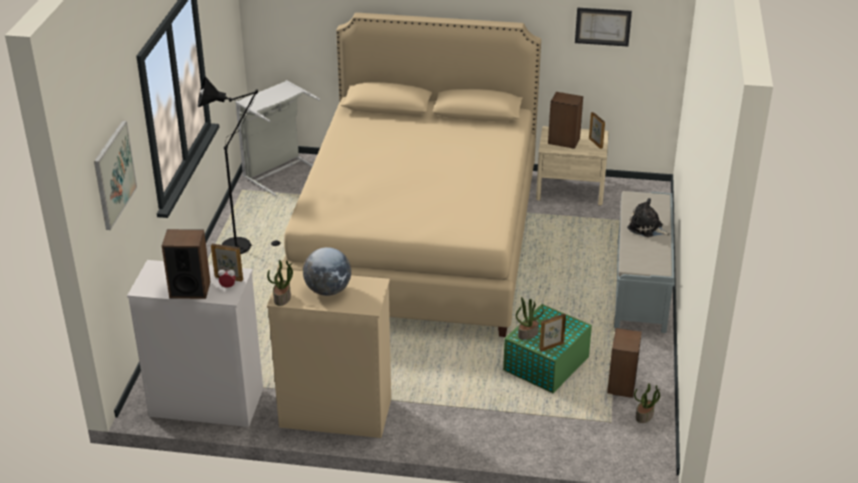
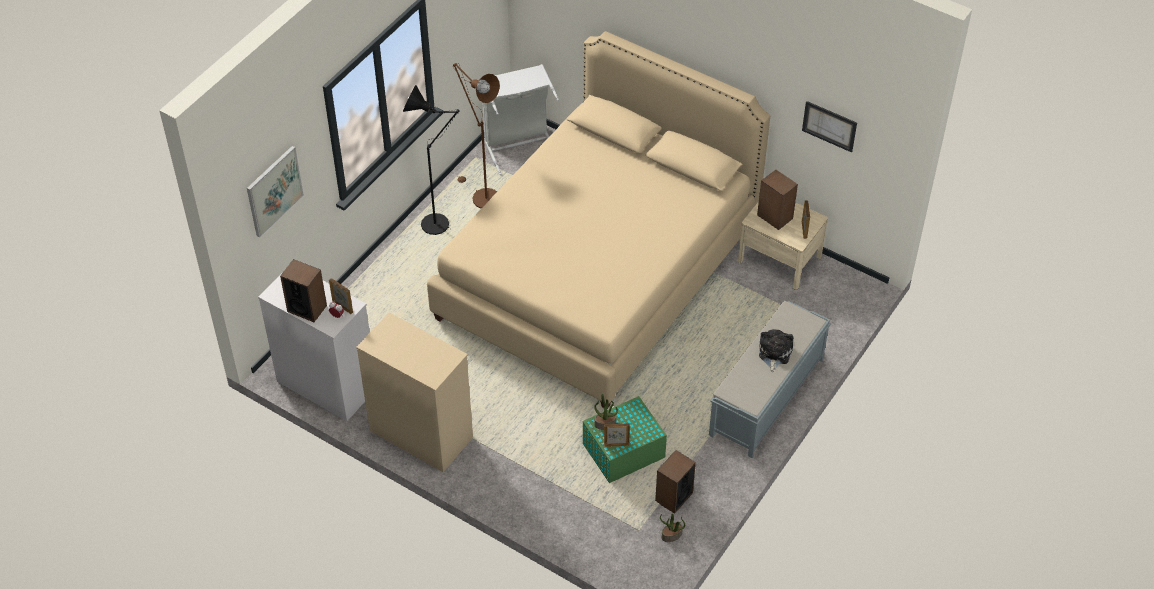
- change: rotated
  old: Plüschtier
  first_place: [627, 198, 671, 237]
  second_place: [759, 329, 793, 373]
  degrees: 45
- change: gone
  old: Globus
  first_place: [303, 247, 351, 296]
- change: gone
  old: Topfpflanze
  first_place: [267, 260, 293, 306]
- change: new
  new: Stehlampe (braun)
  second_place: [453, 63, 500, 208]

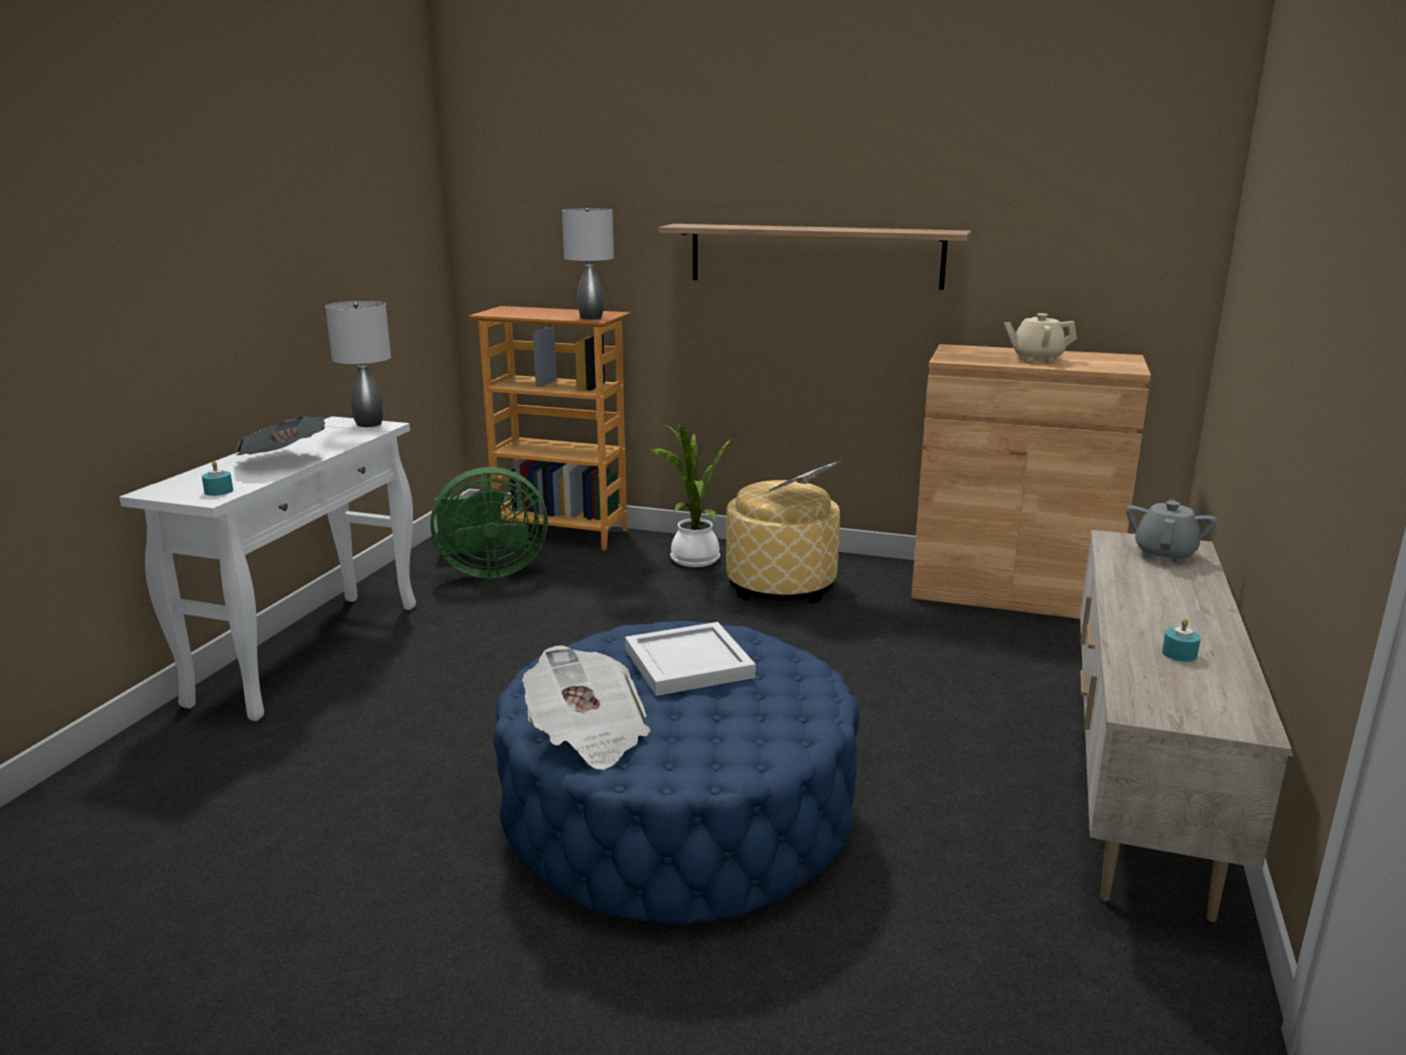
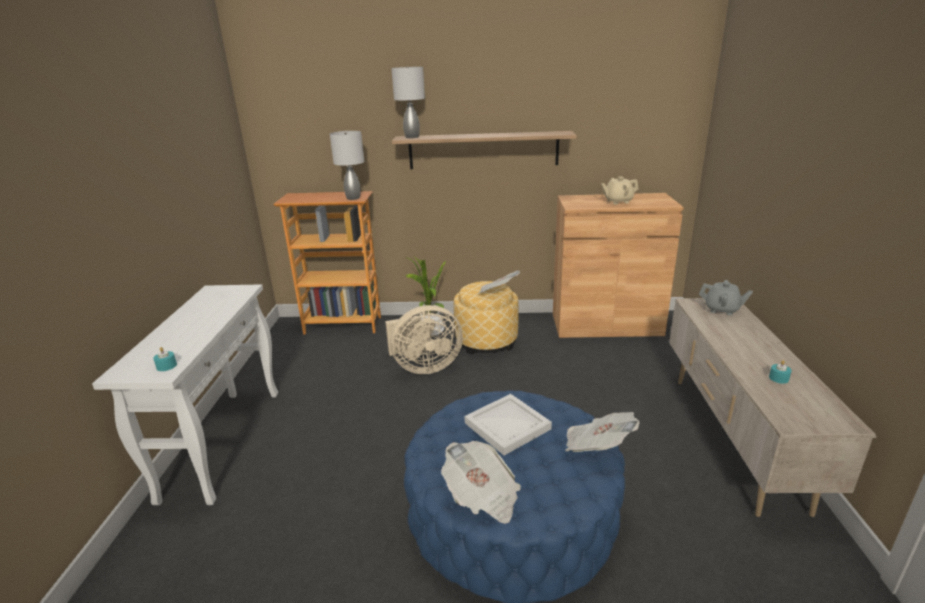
- change: shifted
  old: Tischlampe (grau)
  first_place: [325, 301, 391, 427]
  second_place: [391, 66, 425, 138]
- change: shifted
  old: Zeitung
  first_place: [235, 416, 325, 455]
  second_place: [565, 412, 639, 452]
- change: gone
  old: Ventilator (grün)
  first_place: [431, 467, 548, 578]
- change: rotated
  old: Teekanne (grau)
  first_place: [1126, 499, 1217, 564]
  second_place: [699, 280, 753, 315]
  degrees: 105
- change: new
  new: Ventilator (beige)
  second_place: [385, 305, 463, 374]

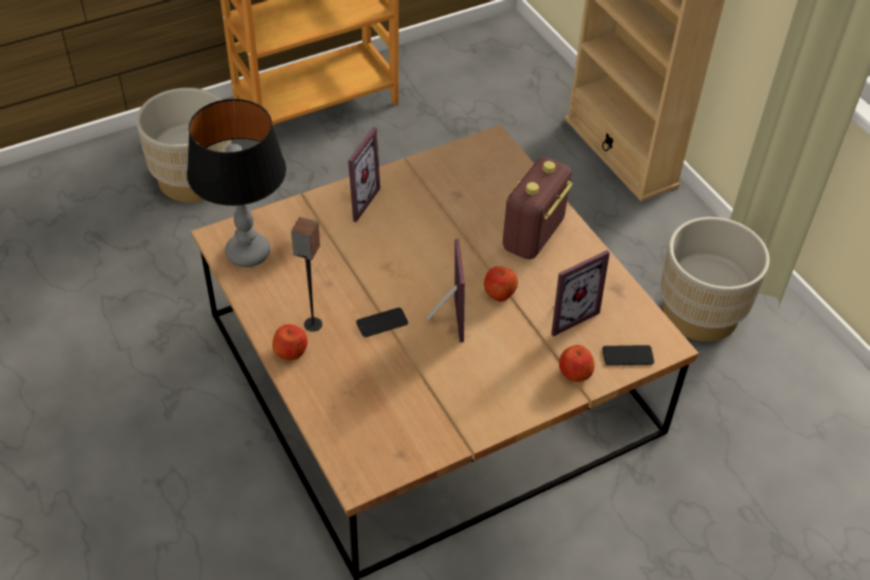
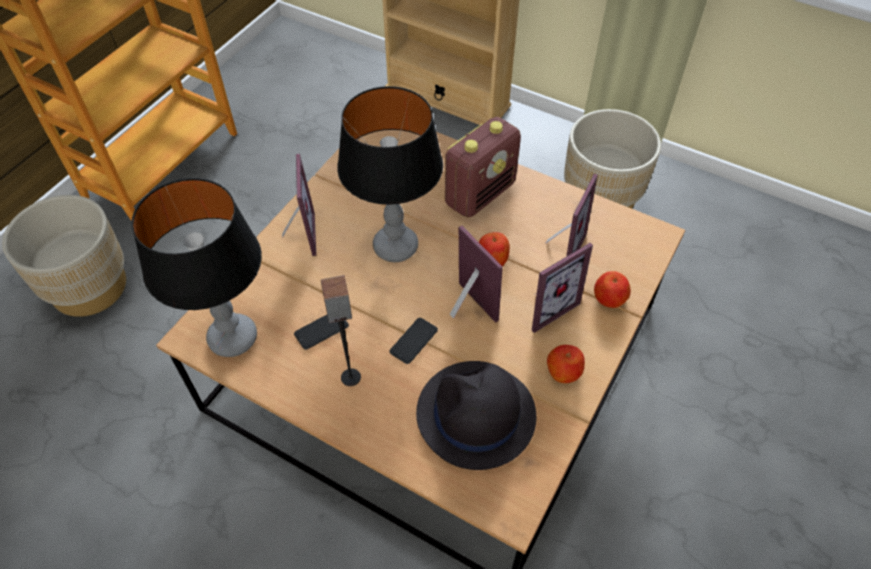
- change: rotated
  old: Radio
  first_place: [502, 157, 573, 259]
  second_place: [445, 117, 521, 217]
  degrees: -135
- change: shifted
  old: Apfel
  first_place: [272, 324, 308, 360]
  second_place: [547, 345, 585, 383]
- change: shifted
  old: Handy
  first_place: [602, 345, 654, 366]
  second_place: [294, 315, 349, 350]
- change: new
  new: Tischlampe
  second_place: [337, 86, 443, 262]
- change: new
  new: Bilderrahmen
  second_place: [532, 243, 593, 333]
- change: new
  new: Hut (schwarz)
  second_place: [416, 361, 536, 470]

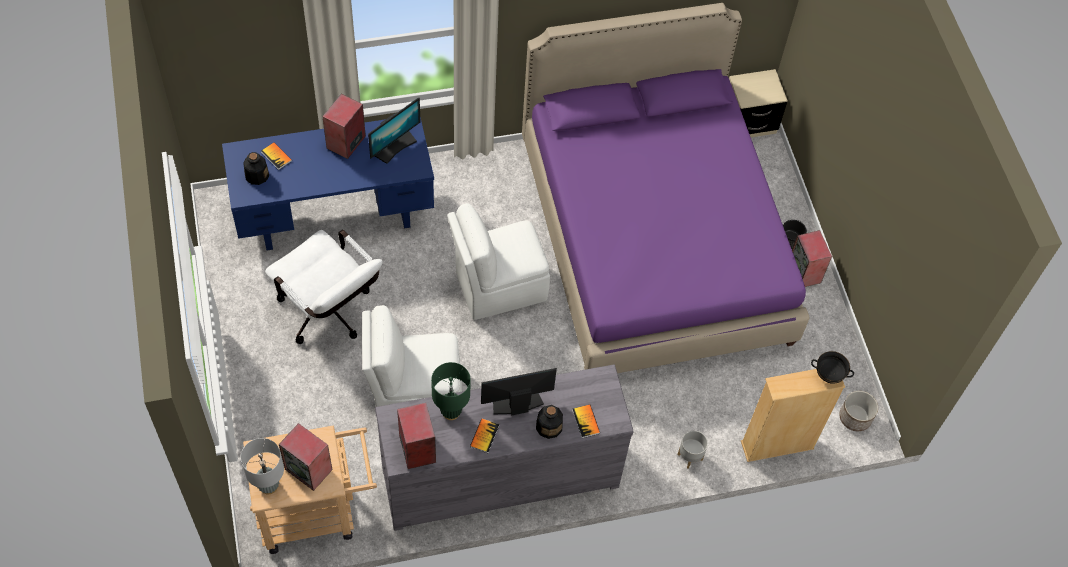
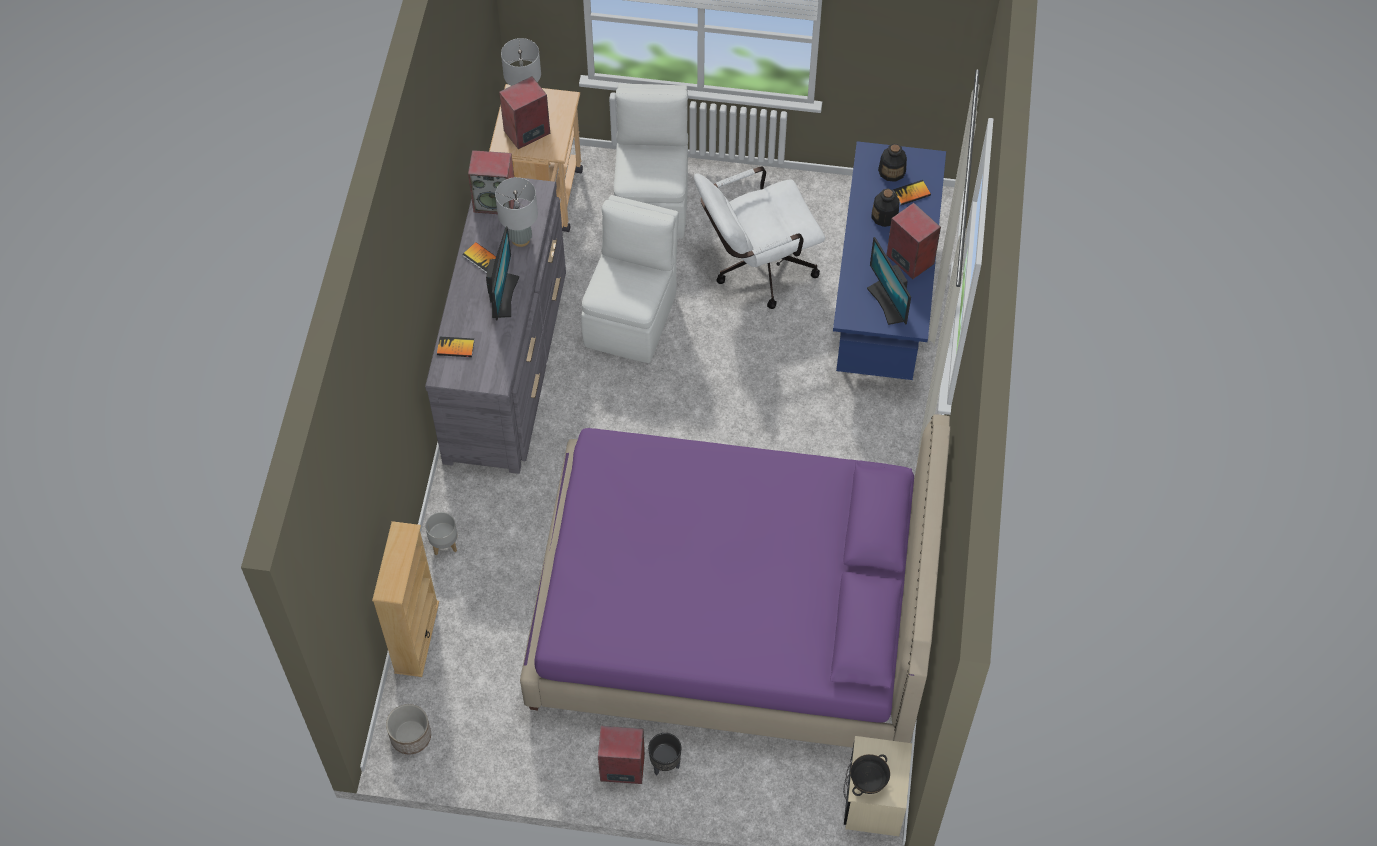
- change: shifted
  old: Stuhl (weiß)
  first_place: [447, 203, 550, 320]
  second_place: [614, 84, 688, 239]
- change: shifted
  old: Schüssel (schwarz)
  first_place: [811, 351, 854, 384]
  second_place: [850, 754, 890, 796]
- change: repainted
  old: Tischlampe (grün)
  new: Tischlampe (grau)
  first_place: [431, 362, 471, 420]
  second_place: [495, 177, 538, 247]
- change: shifted
  old: Flasche
  first_place: [536, 405, 563, 439]
  second_place: [871, 189, 900, 227]

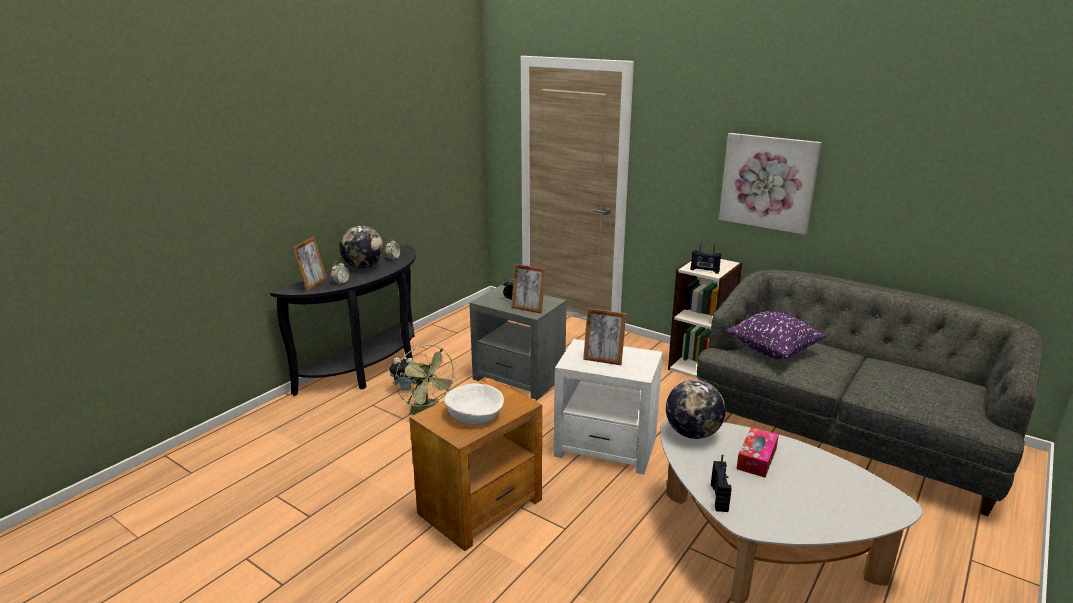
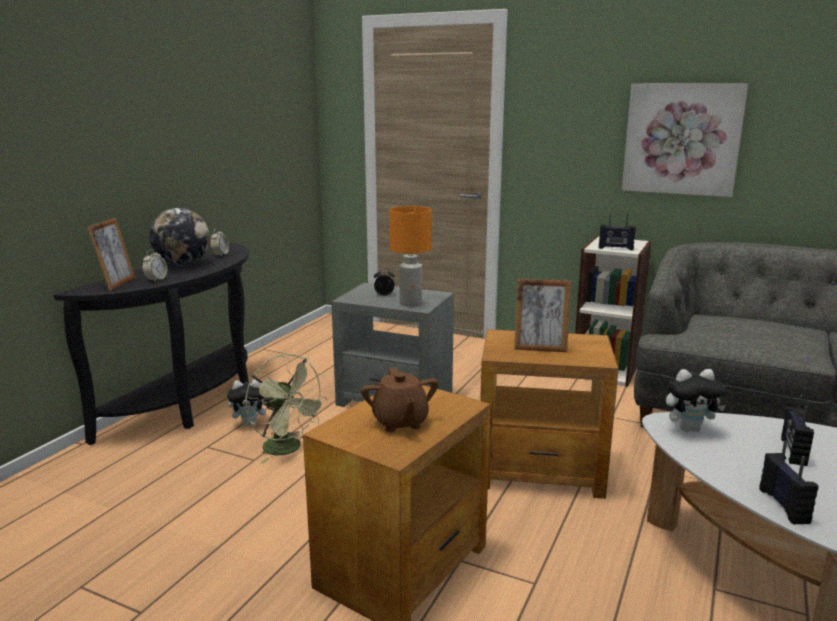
- change: swapped
  old: Bilderrahmen
  new: Tischlampe (orange)
  first_place: [511, 264, 546, 314]
  second_place: [389, 206, 432, 307]
- change: gone
  old: Kissen (lila)
  first_place: [726, 311, 827, 359]
- change: repainted
  old: Beistelltisch (weiß)
  new: Beistelltisch (braun)
  first_place: [554, 339, 663, 474]
  second_place: [480, 329, 619, 499]
- change: swapped
  old: Globus
  new: Plüschtier
  first_place: [666, 380, 726, 439]
  second_place: [666, 369, 726, 432]
- change: swapped
  old: Schüssel (weiß)
  new: Teekanne (braun)
  first_place: [444, 383, 504, 424]
  second_place: [361, 368, 439, 432]
- change: swapped
  old: Taschentuchbox
  new: Radio
  first_place: [736, 427, 779, 477]
  second_place: [781, 395, 814, 466]

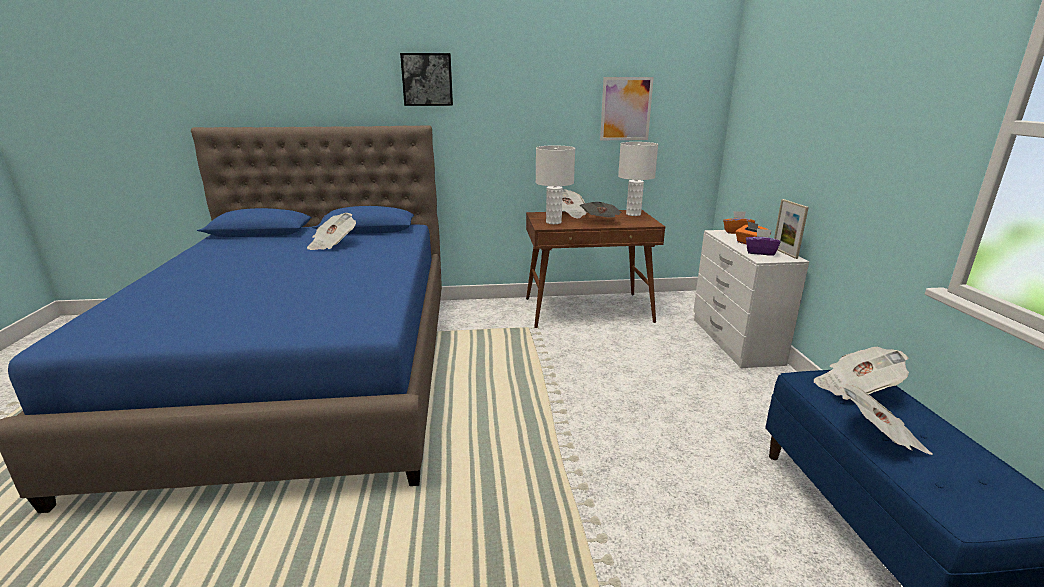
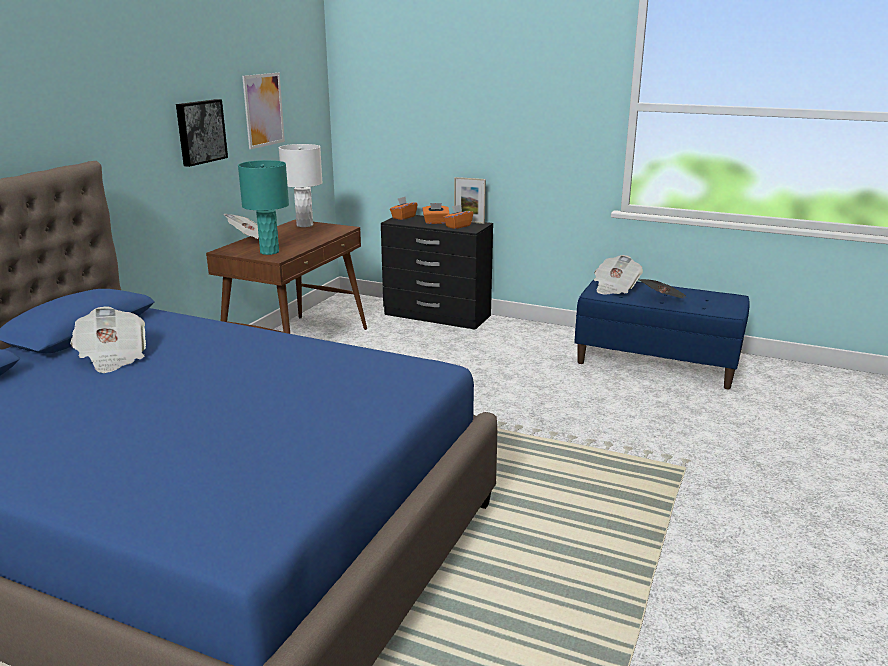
- change: shifted
  old: Bild
  first_place: [400, 53, 453, 106]
  second_place: [176, 99, 228, 167]
- change: repainted
  old: Tischlampe (weiß)
  new: Tischlampe (türkis)
  first_place: [536, 145, 575, 224]
  second_place: [238, 160, 289, 255]
- change: gone
  old: Zeitung
  first_place: [580, 202, 622, 217]
- change: repainted
  old: Taschentuchbox (lila)
  new: Taschentuchbox (orange)
  first_place: [746, 229, 781, 256]
  second_place: [443, 205, 473, 229]
- change: repainted
  old: Kommode (weiß)
  new: Kommode (schwarz)
  first_place: [693, 230, 809, 368]
  second_place: [381, 215, 493, 330]

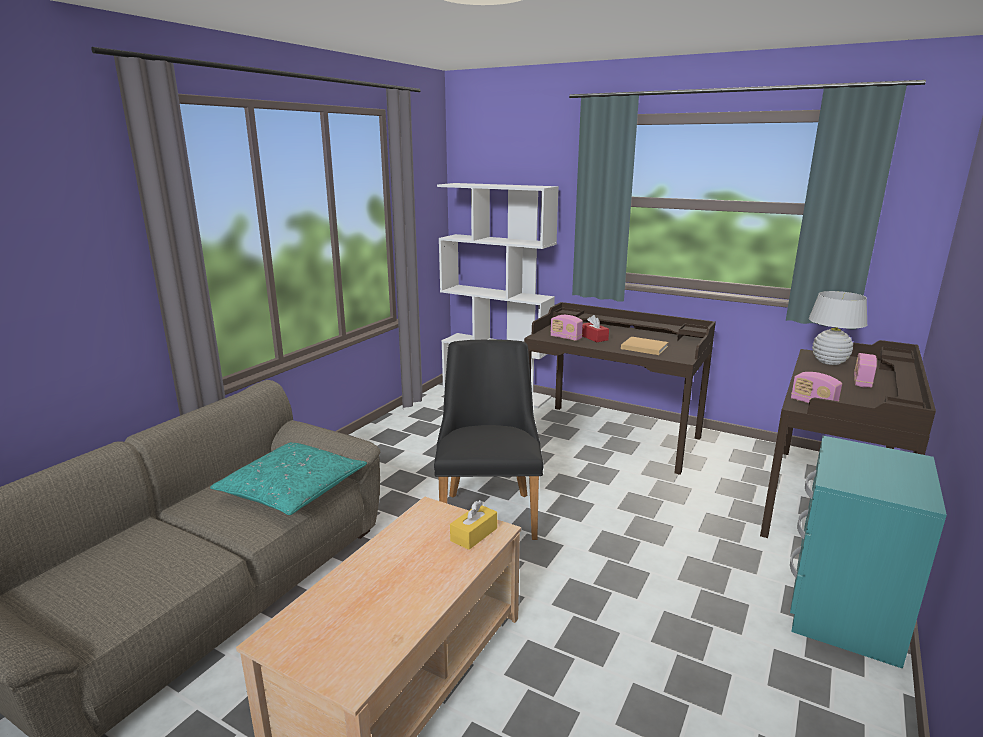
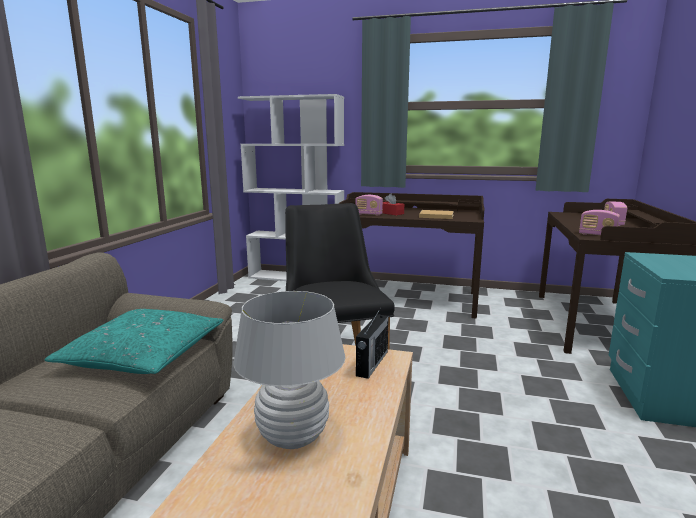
- change: shifted
  old: Tischlampe (weiß)
  first_place: [809, 291, 867, 365]
  second_place: [233, 291, 345, 449]
- change: swapped
  old: Taschentuchbox (gelb)
  new: Radio
  first_place: [450, 500, 497, 550]
  second_place: [356, 307, 389, 379]

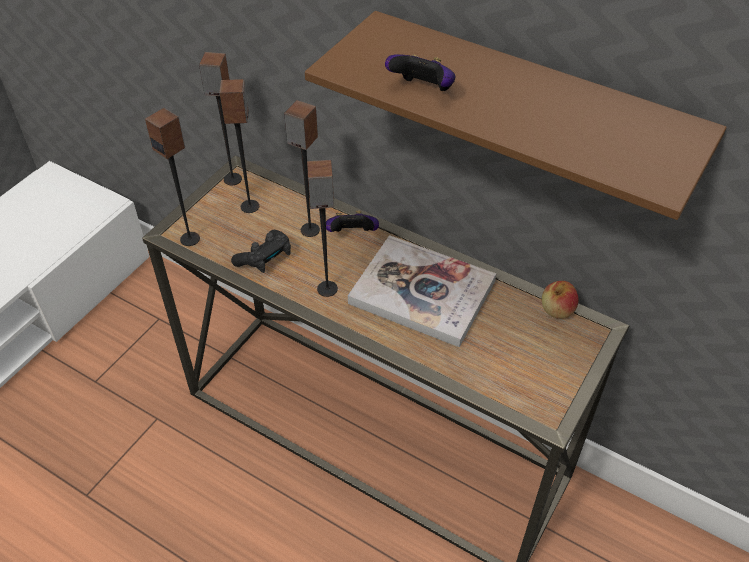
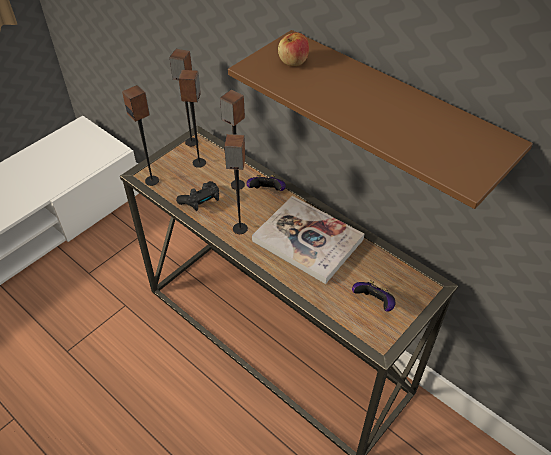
- change: shifted
  old: Gamepad
  first_place: [385, 54, 455, 91]
  second_place: [352, 280, 396, 312]
- change: shifted
  old: Apfel
  first_place: [542, 281, 579, 319]
  second_place: [278, 32, 309, 66]

